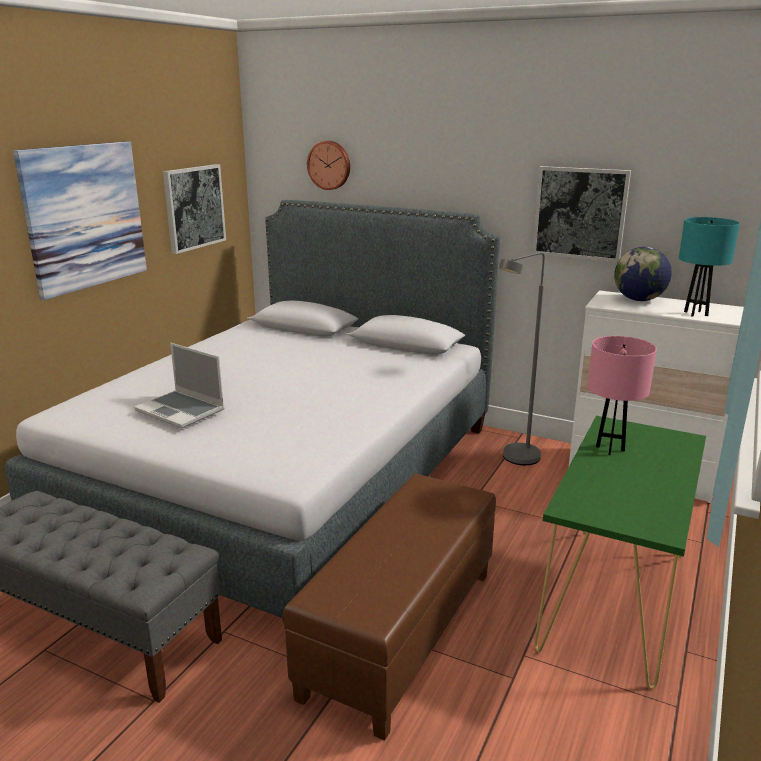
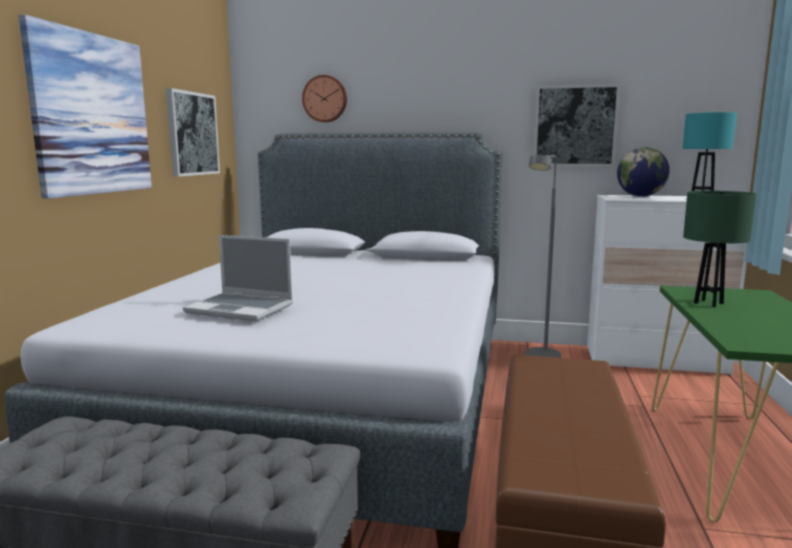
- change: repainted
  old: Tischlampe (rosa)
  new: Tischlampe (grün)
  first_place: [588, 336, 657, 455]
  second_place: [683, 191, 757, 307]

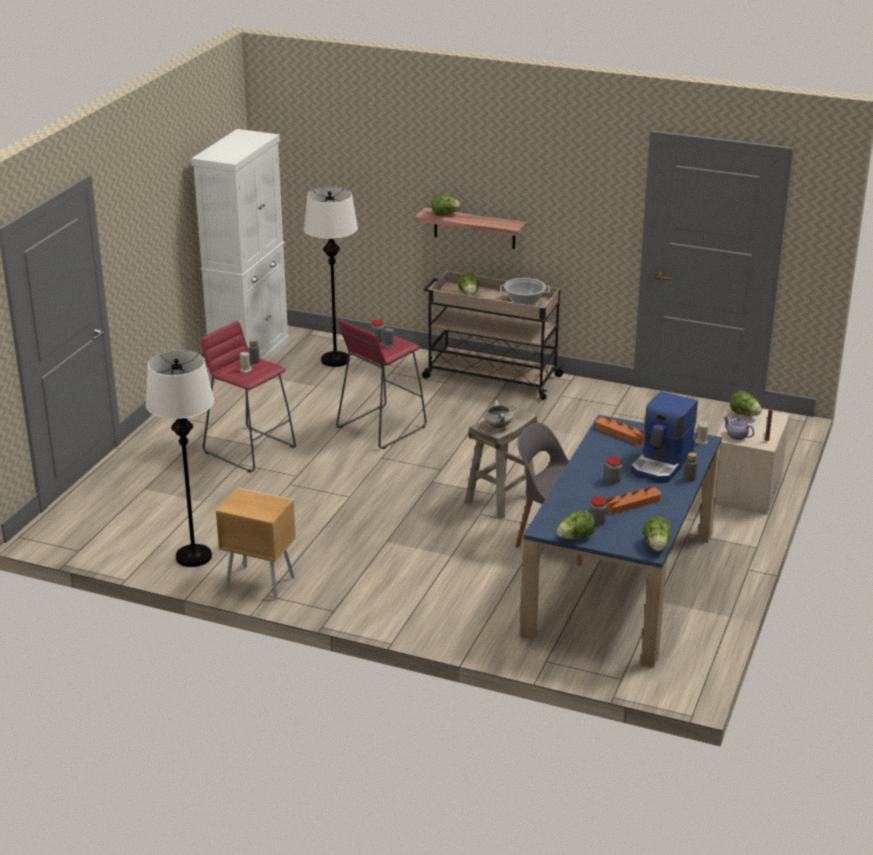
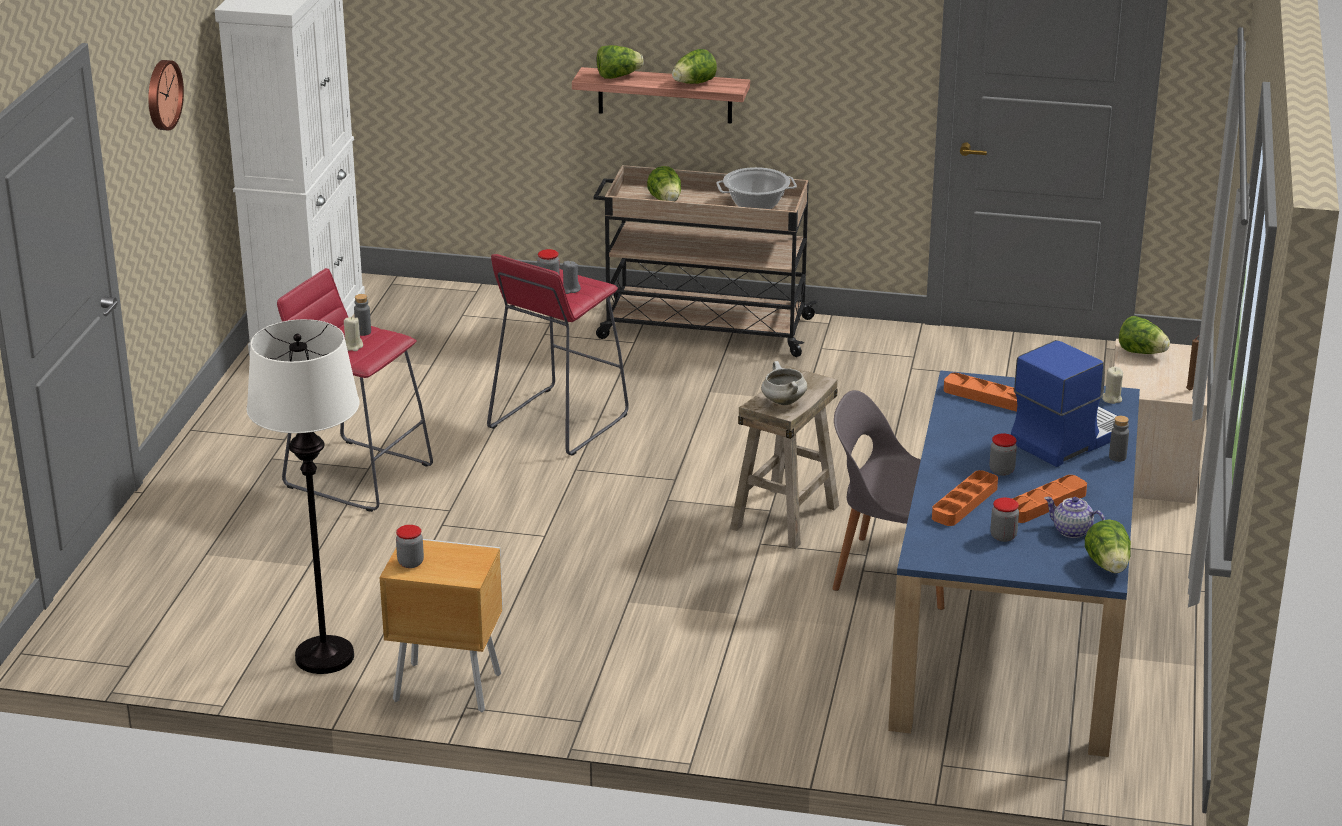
- change: gone
  old: Stehlampe (weiß)
  first_place: [304, 187, 358, 367]
- change: rotated
  old: Kaffeemaschine
  first_place: [631, 391, 698, 483]
  second_place: [1011, 340, 1117, 467]
  degrees: -150
- change: shifted
  old: Teekanne
  first_place: [723, 416, 754, 440]
  second_place: [1044, 497, 1105, 538]
- change: shifted
  old: Salatkopf
  first_place: [557, 510, 596, 539]
  second_place: [672, 49, 717, 84]
- change: new
  new: Wanduhr
  second_place: [148, 60, 184, 130]
- change: new
  new: Tablett (orange)
  second_place: [932, 470, 998, 526]
- change: new
  new: Vorratsglas
  second_place: [396, 525, 424, 568]

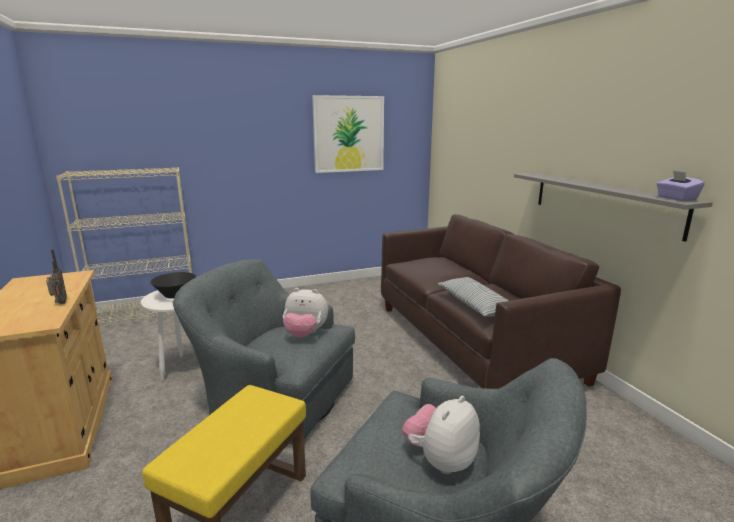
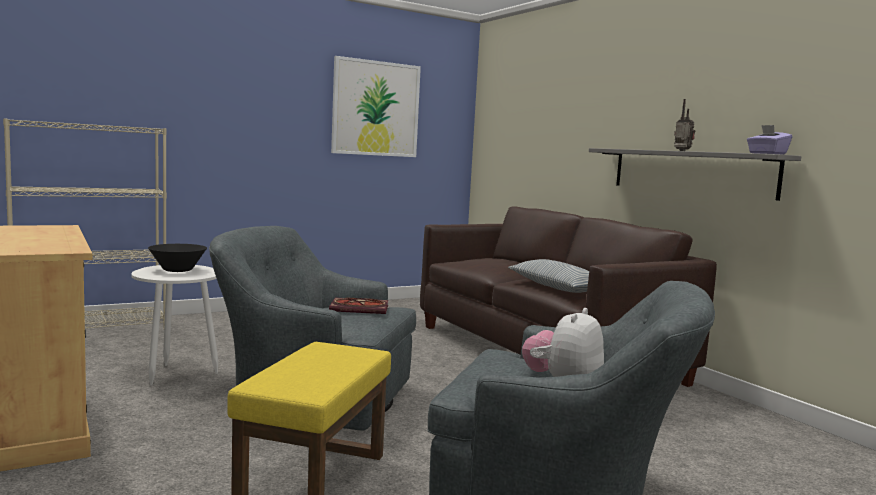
- change: shifted
  old: Radio
  first_place: [46, 249, 67, 304]
  second_place: [674, 99, 695, 151]
- change: swapped
  old: Plüschtier
  new: Buch
  first_place: [283, 288, 328, 338]
  second_place: [329, 297, 388, 314]

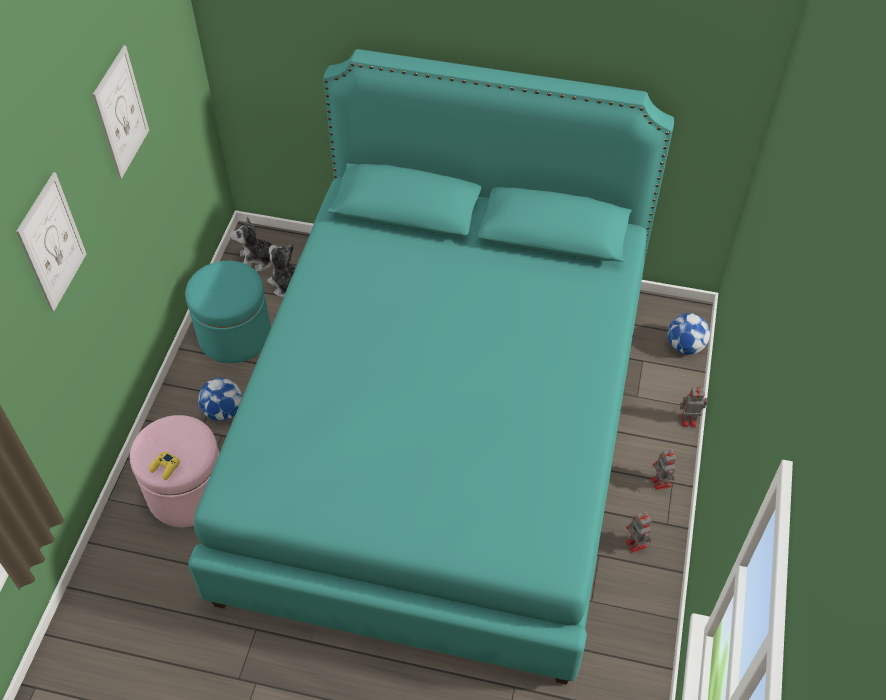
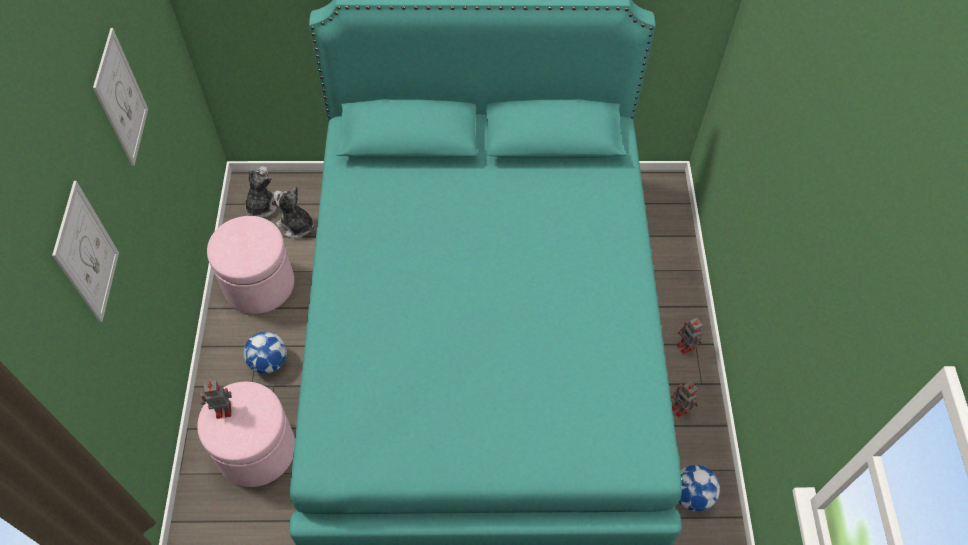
- change: rotated
  old: Plüschtier
  first_place: [230, 217, 284, 272]
  second_place: [245, 166, 277, 217]
  degrees: 120
- change: repainted
  old: Polsterhocker (türkis)
  new: Polsterhocker (rosa)
  first_place: [185, 261, 271, 363]
  second_place: [207, 216, 294, 314]
- change: shifted
  old: Fußball
  first_place: [668, 313, 710, 355]
  second_place: [679, 465, 720, 512]
- change: shifted
  old: Spielzeugroboter
  first_place: [680, 387, 707, 428]
  second_place: [201, 380, 232, 419]
- change: gone
  old: Gamepad (gelb)
  first_place: [149, 451, 180, 480]

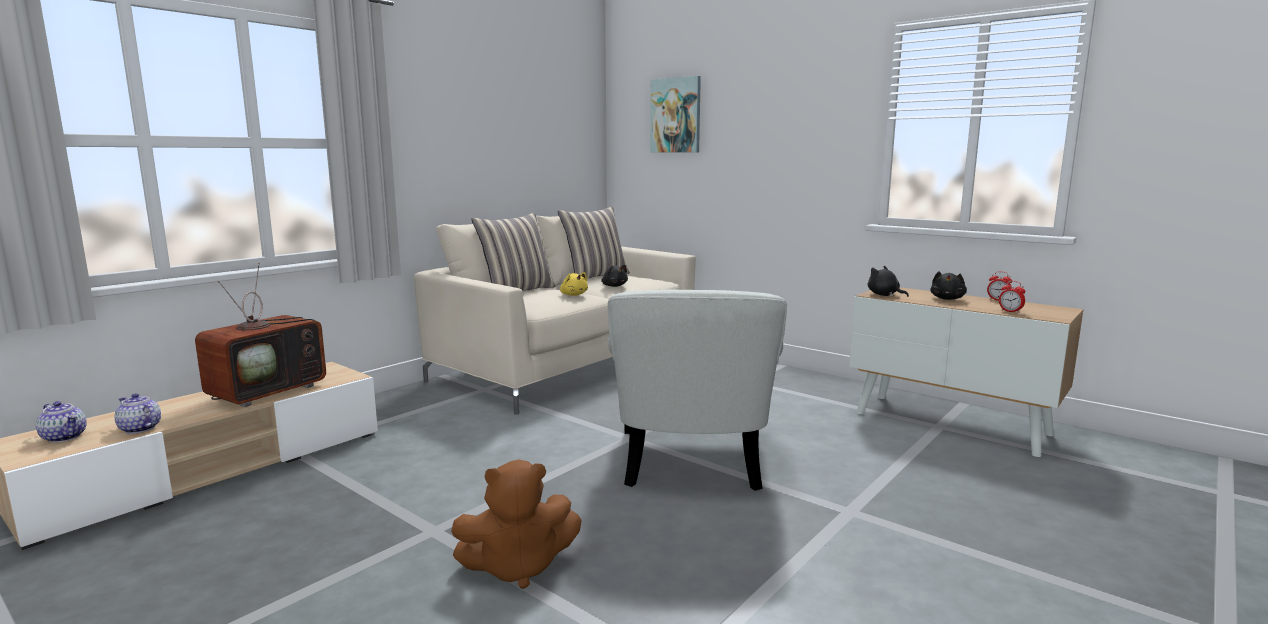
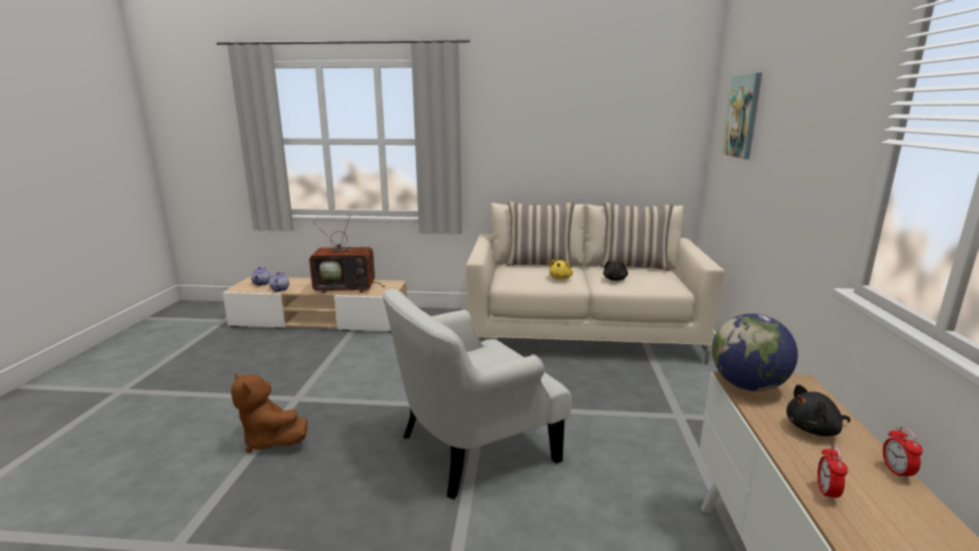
- change: swapped
  old: Plüschtier (schwarz)
  new: Globus
  first_place: [868, 266, 909, 297]
  second_place: [712, 314, 798, 391]

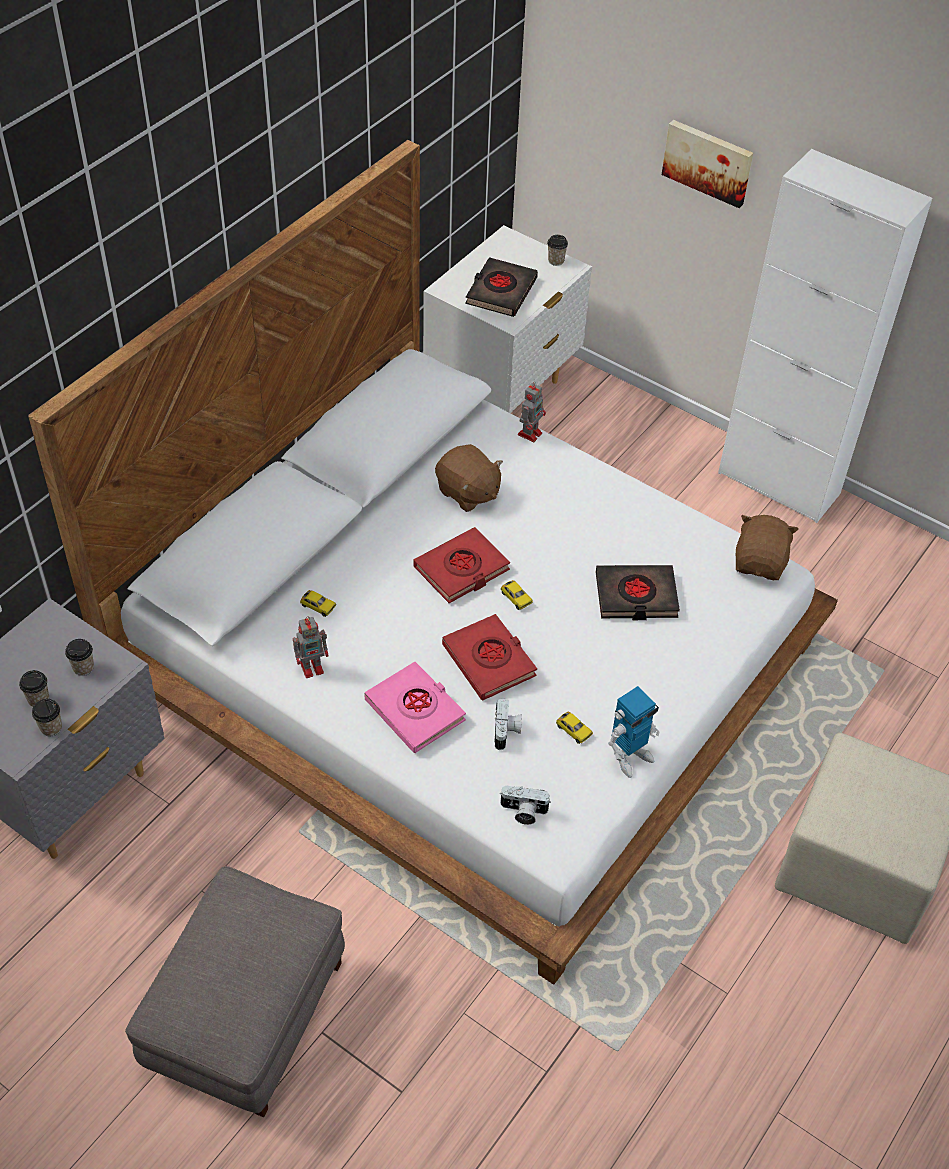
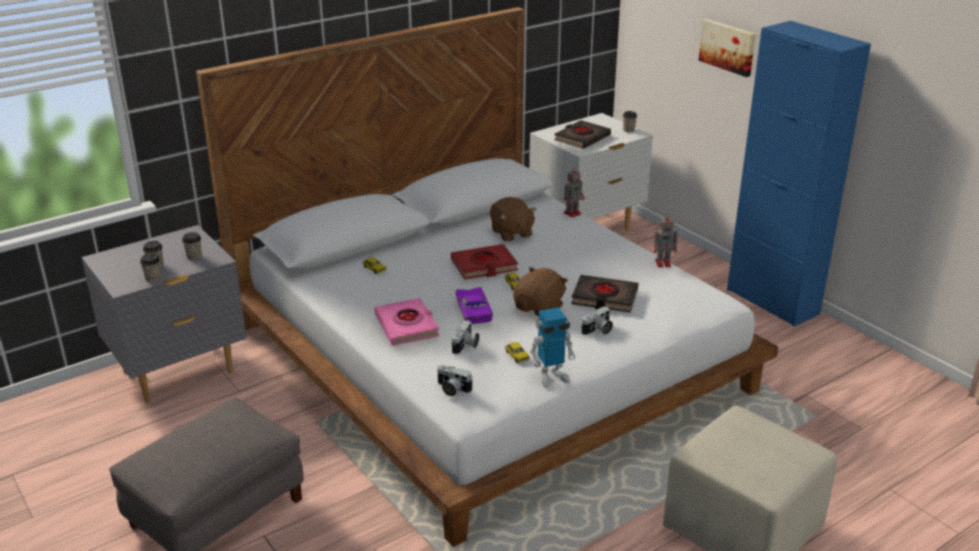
- change: repainted
  old: Schrank (weiß)
  new: Schrank (blau)
  first_place: [718, 149, 932, 523]
  second_place: [727, 21, 871, 327]
- change: shifted
  old: Plüschtier (braun)
  first_place: [736, 515, 799, 580]
  second_place: [514, 267, 568, 316]
- change: swapped
  old: Buch (rot)
  new: Spielzeugauto (lila)
  first_place: [442, 614, 537, 701]
  second_place: [455, 287, 493, 324]
- change: shifted
  old: Spielzeugroboter
  first_place: [293, 617, 328, 678]
  second_place: [654, 213, 678, 268]
- change: new
  new: Kamera
  second_place: [581, 306, 613, 335]

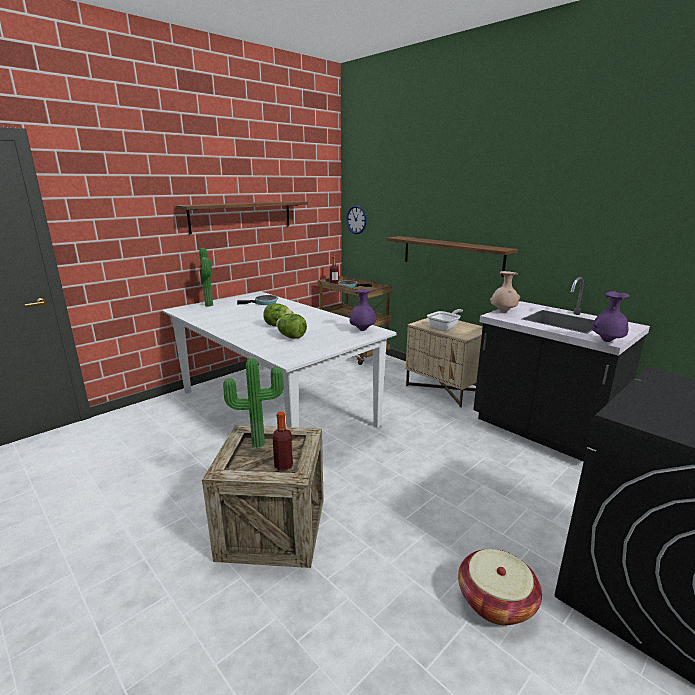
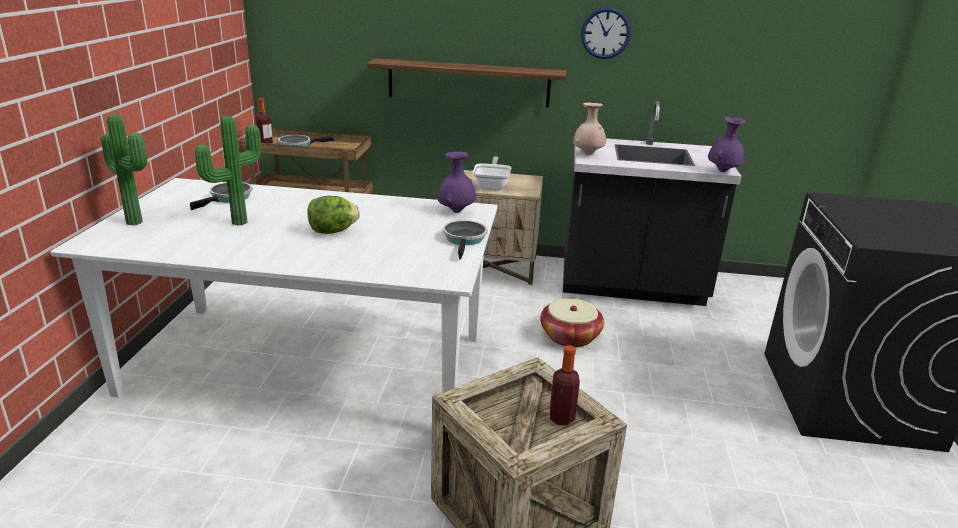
- change: gone
  old: Wandregal
  first_place: [175, 201, 308, 234]
- change: shifted
  old: Wanduhr
  first_place: [346, 205, 367, 234]
  second_place: [581, 8, 631, 59]
- change: gone
  old: Salatkopf
  first_place: [276, 313, 307, 338]
- change: shifted
  old: Topfpflanze
  first_place: [223, 358, 284, 448]
  second_place: [195, 116, 262, 226]
- change: shifted
  old: Korb
  first_place: [458, 549, 542, 625]
  second_place: [540, 299, 604, 347]
- change: new
  new: Pfanne
  second_place: [443, 220, 488, 260]

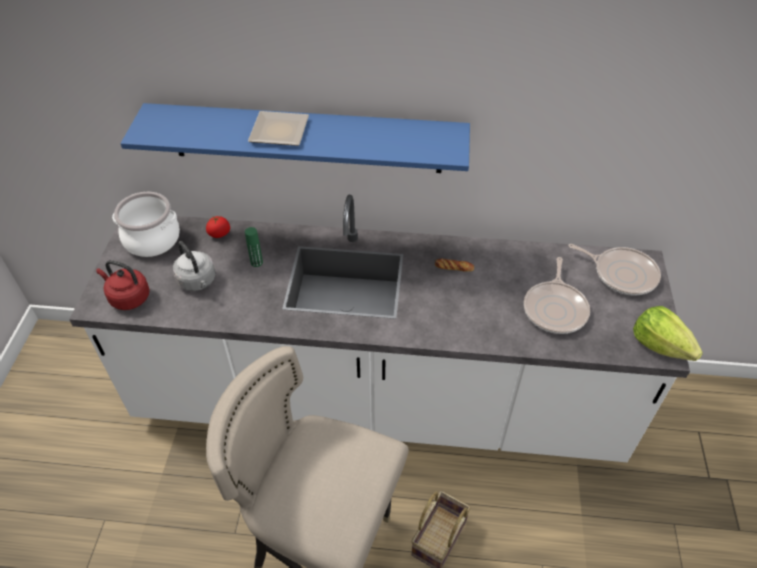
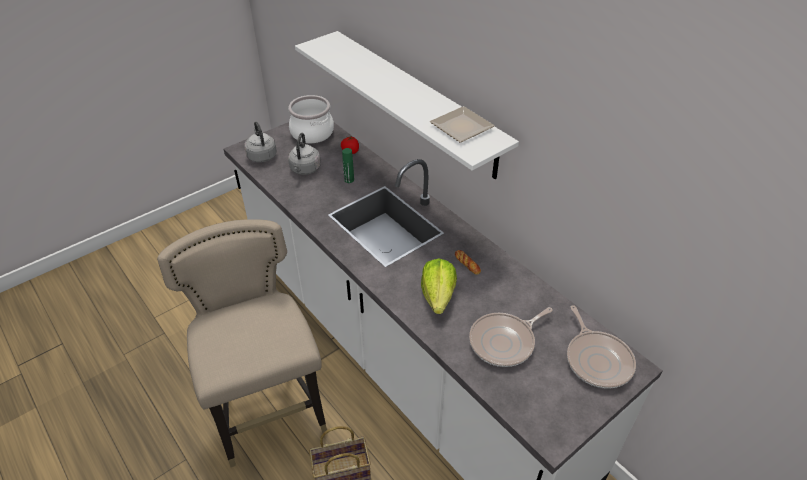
- change: repainted
  old: Wandregal (blau)
  new: Wandregal (weiß)
  first_place: [120, 103, 470, 173]
  second_place: [295, 31, 519, 179]
- change: shifted
  old: Teller
  first_place: [248, 111, 309, 146]
  second_place: [430, 106, 495, 143]
- change: repainted
  old: Wasserkessel (rot)
  new: Wasserkessel (grau)
  first_place: [97, 260, 150, 310]
  second_place: [244, 121, 277, 163]
- change: shifted
  old: Salatkopf
  first_place: [633, 306, 703, 361]
  second_place: [421, 259, 457, 314]

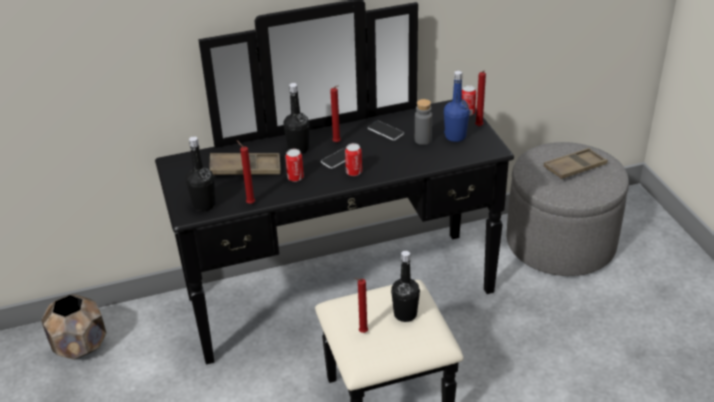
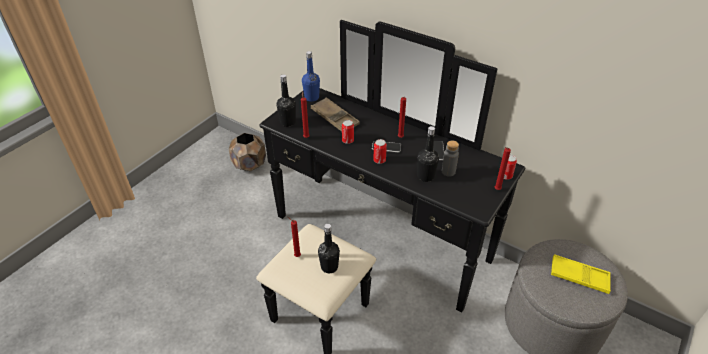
- change: shifted
  old: Flasche (blau)
  first_place: [444, 71, 470, 142]
  second_place: [302, 51, 320, 102]
- change: shifted
  old: Flasche (schwarz)
  first_place: [283, 83, 310, 154]
  second_place: [417, 126, 439, 182]
- change: repainted
  old: Tablett (braun)
  new: Tablett (gelb)
  first_place: [544, 148, 608, 179]
  second_place: [551, 254, 611, 294]

